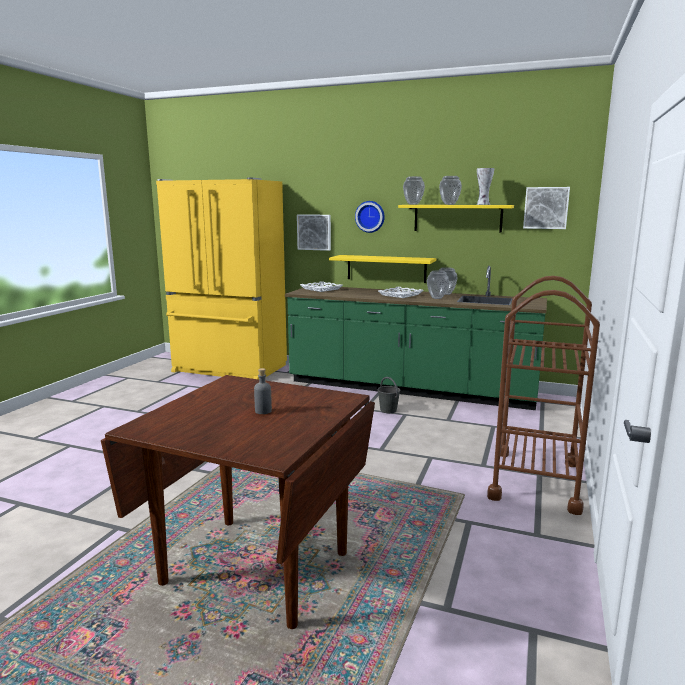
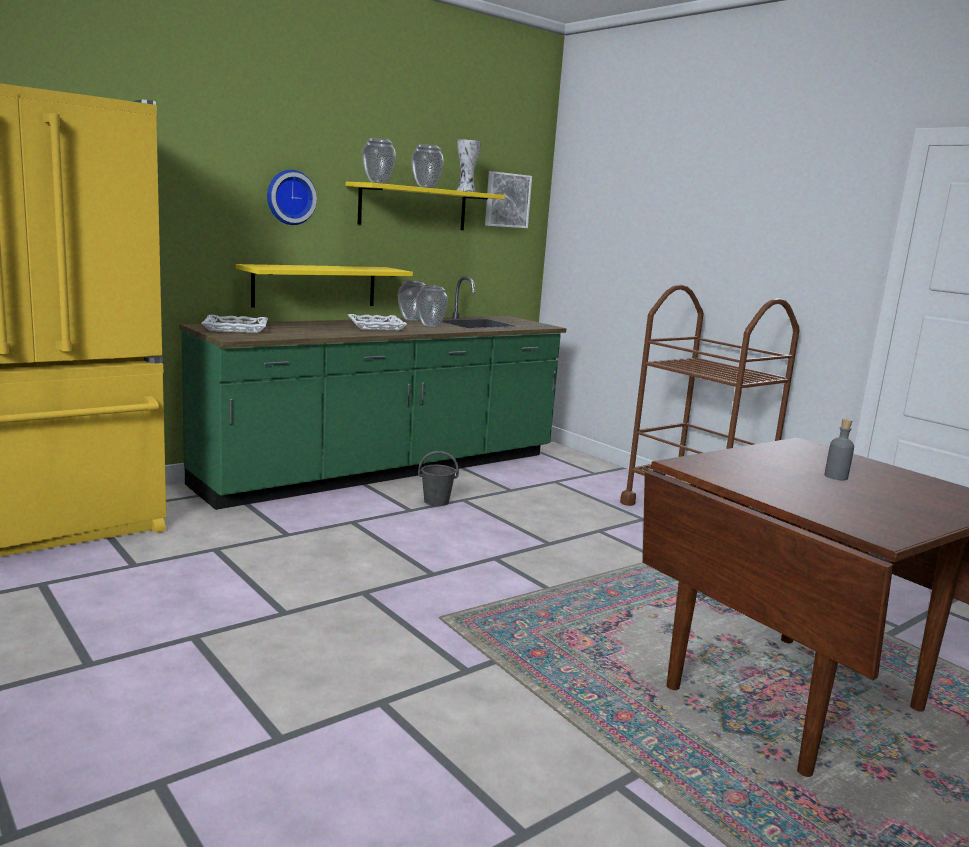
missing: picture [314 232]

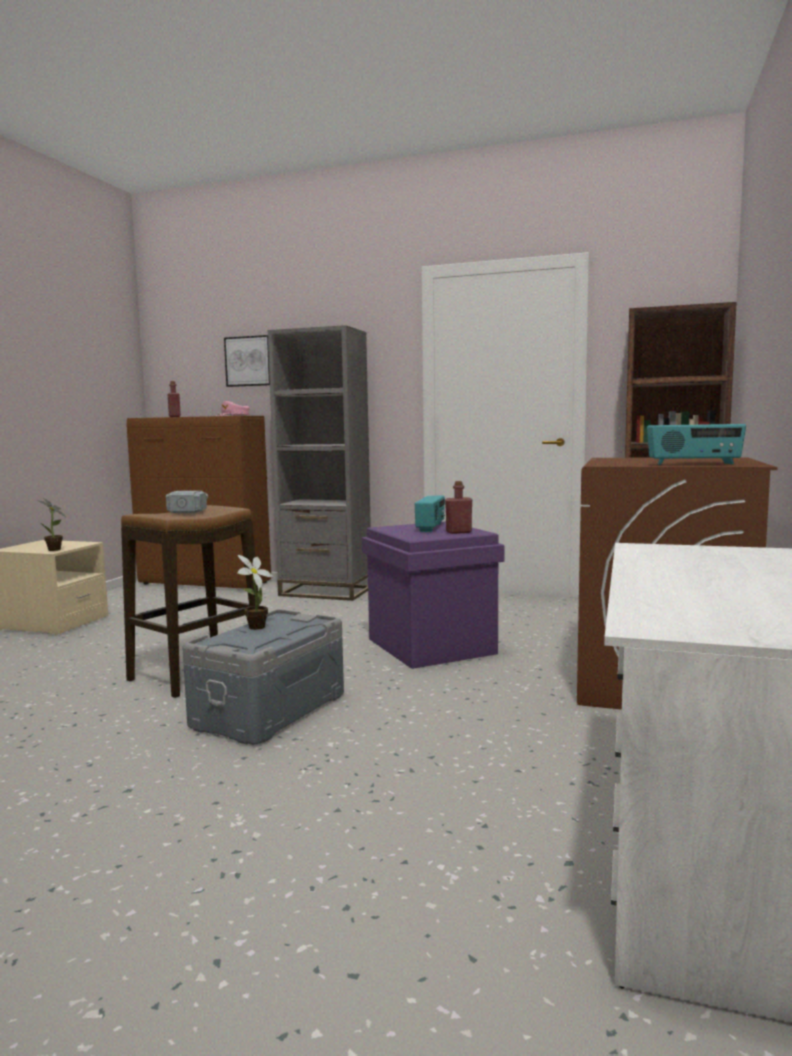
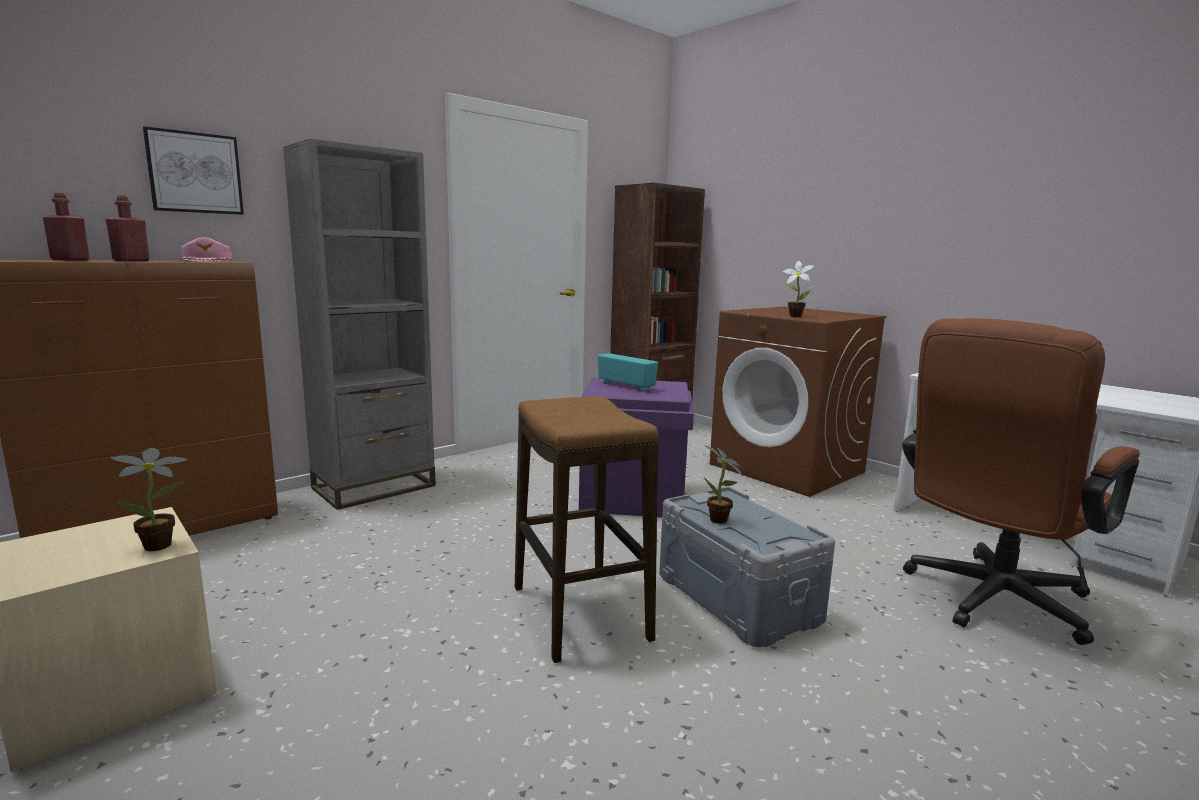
missing: hammer [194 509]; radio [694 464]
appeared: potted plant [793 316]; brown office chair [989 602]
relocated: red bottle [458 532] to [131 261]

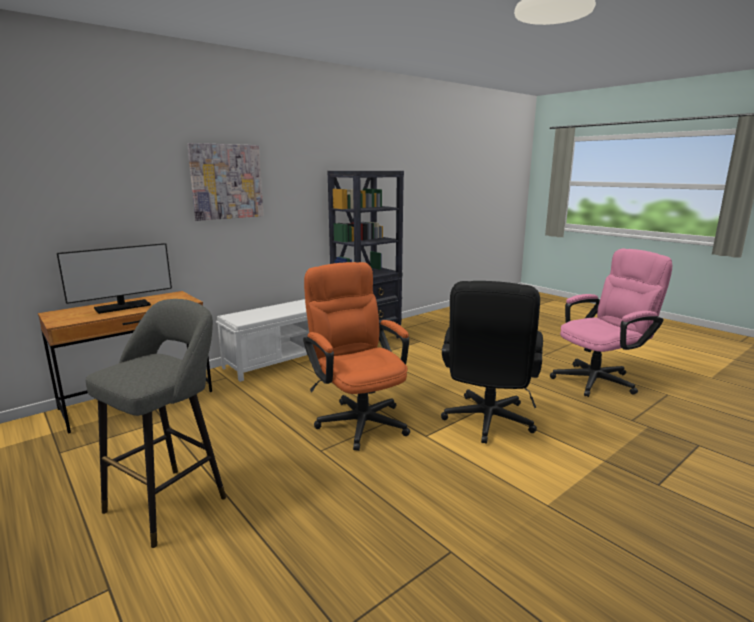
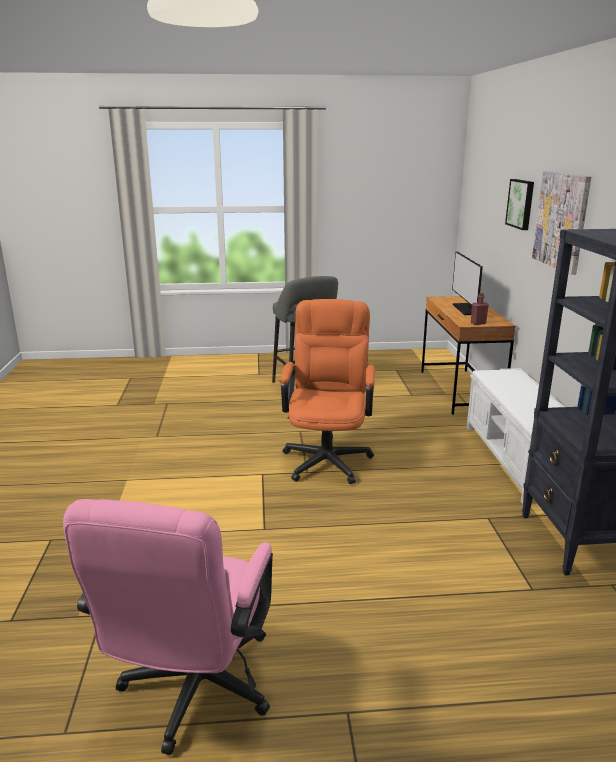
missing: black office chair [487 423]
appeared: red bottle [478 323]; picture [521 204]
spun: orange office chair [358 419] = [328 457] 90 degrees counterclockwise

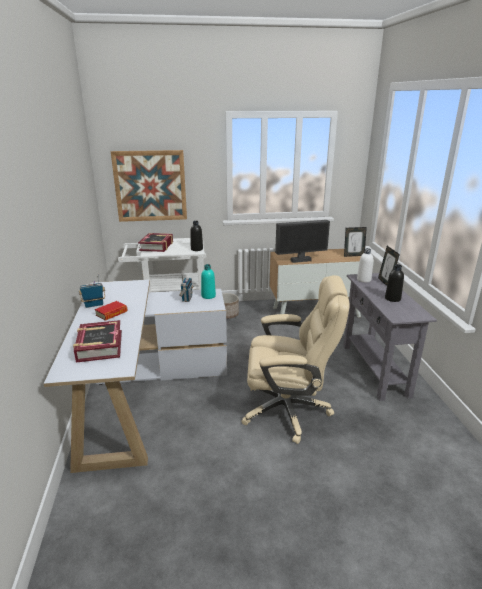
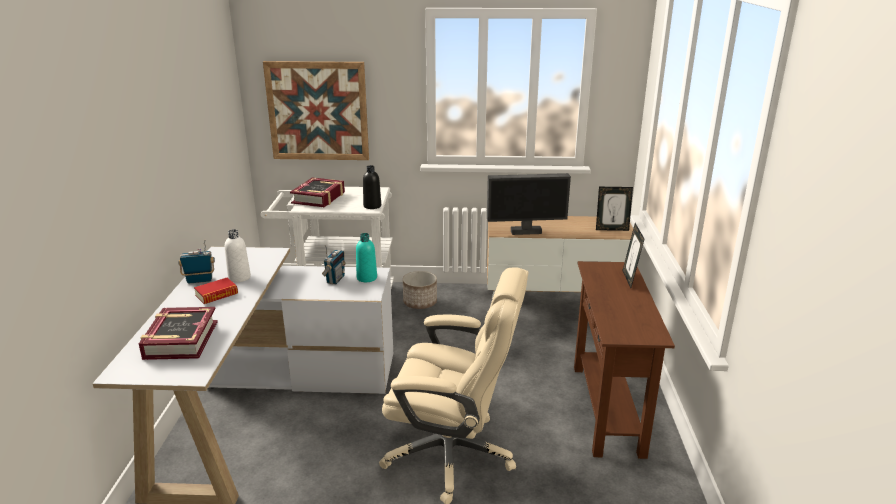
missing: black bottle [392 298]
relocated: white bottle [363 280] to [239 277]
colour: grey console table [374 369] to brown console table [607 409]

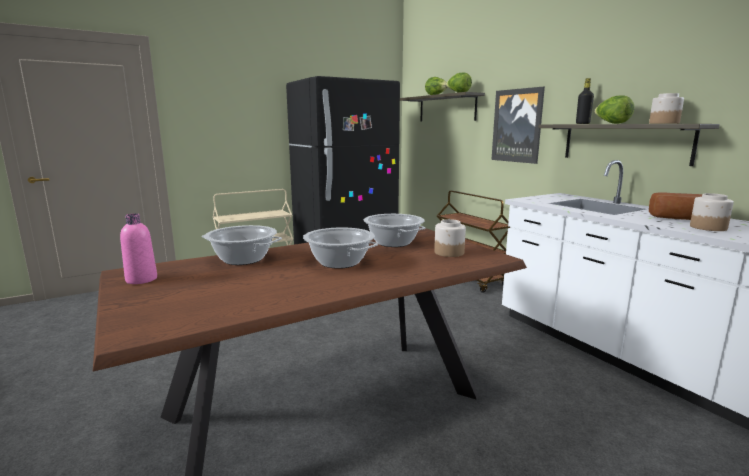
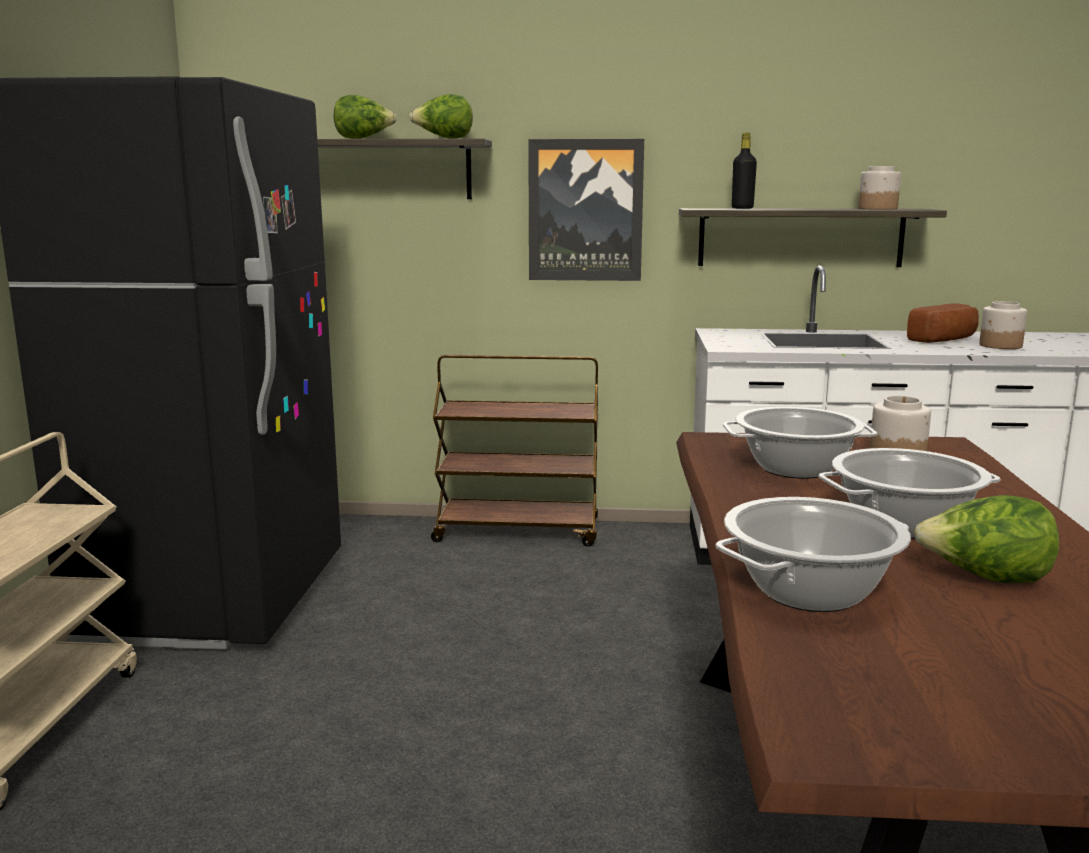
missing: pink bottle [141 279]
relocated: lettuce [611 123] to [985 579]

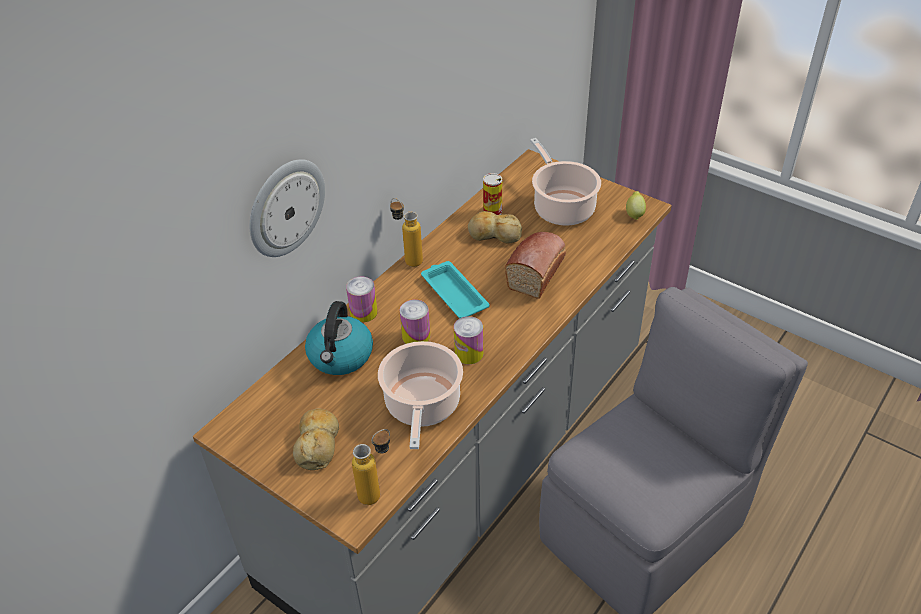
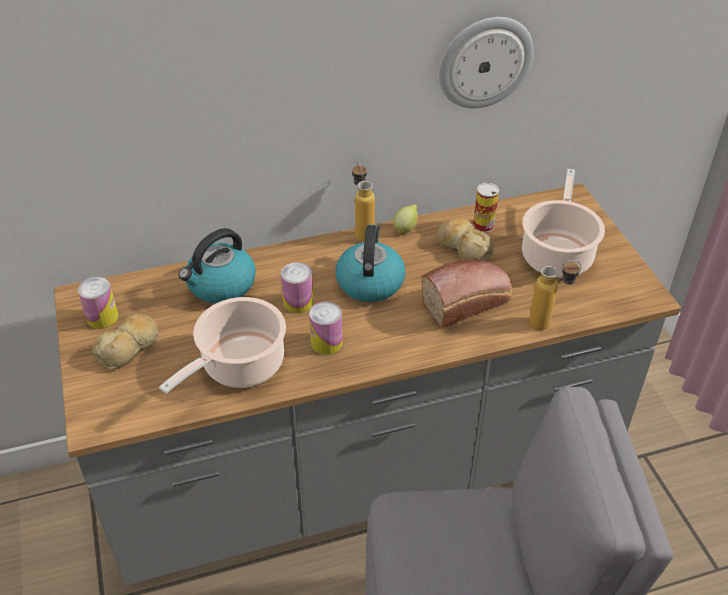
relocated: wall clock [285 207] to [484 62]; can [363 312] to [102 317]; bottle [377 492] to [548 324]; lemon [634 214] to [406 228]
exchanged: turquoise tray [453 293] to kettle [370 282]

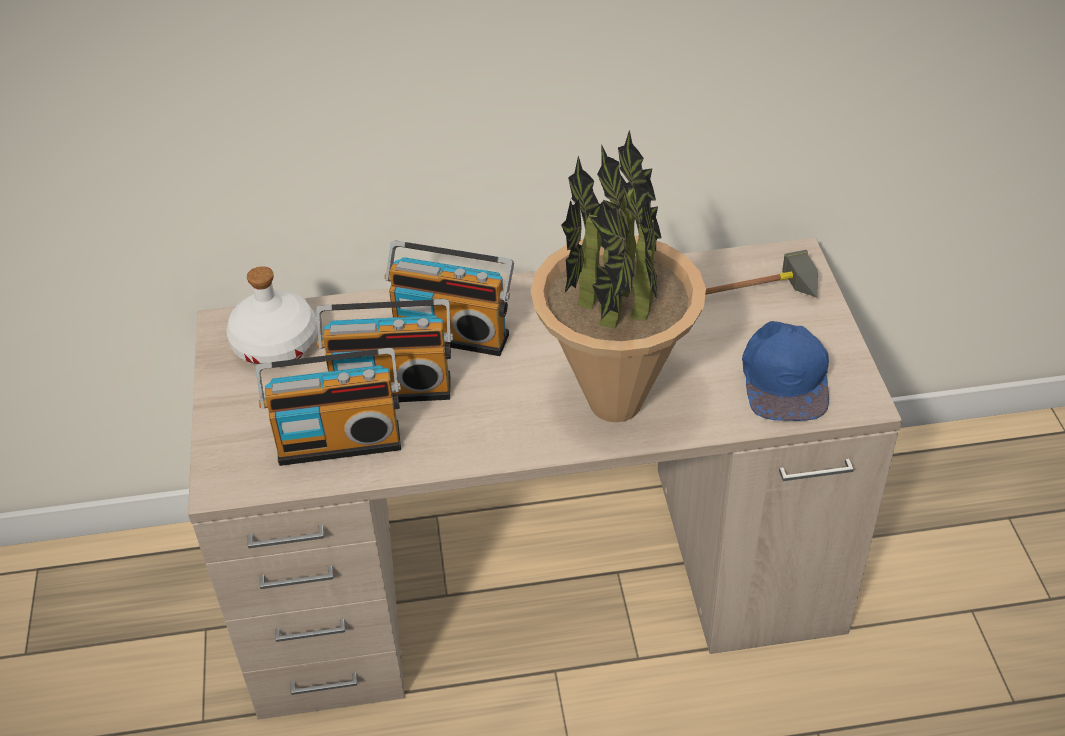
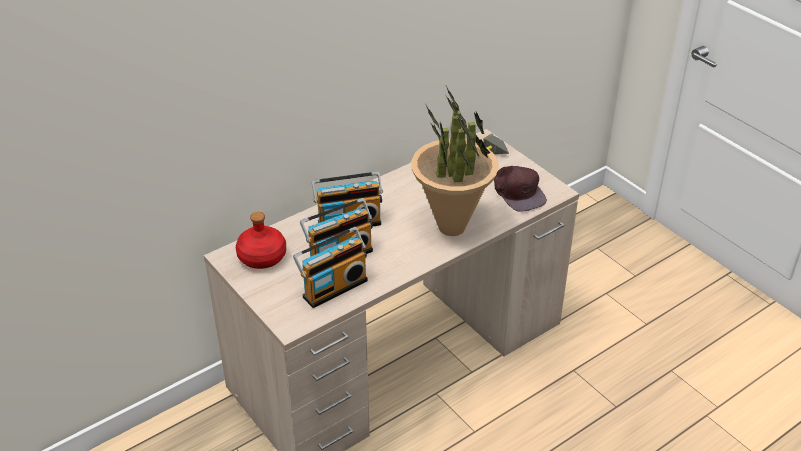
colour: white bottle [276 345] to red bottle [262 257]; blue cap [786 377] to brown cap [518 192]

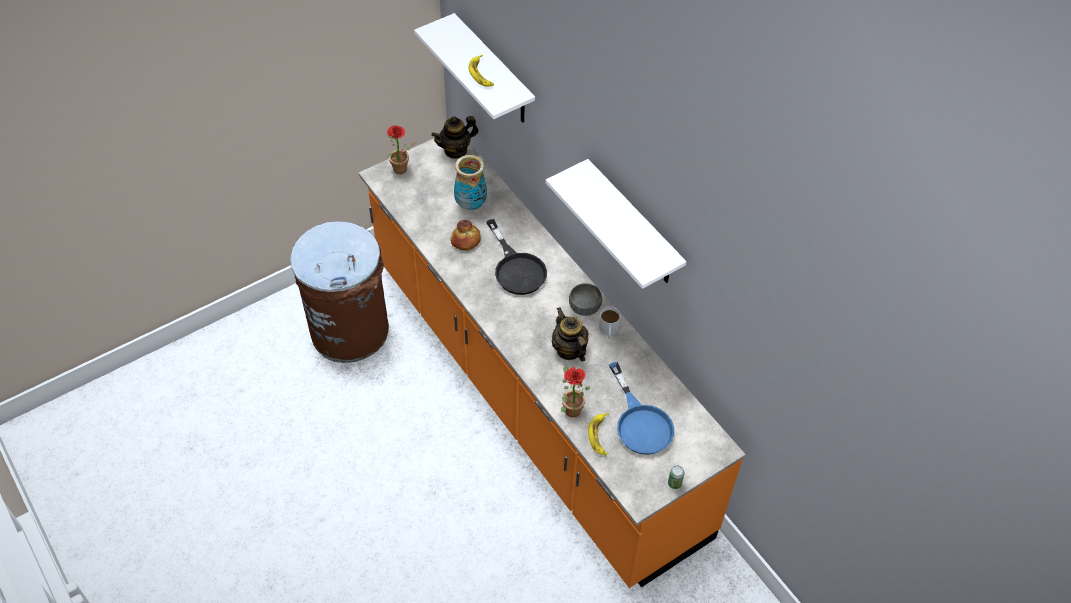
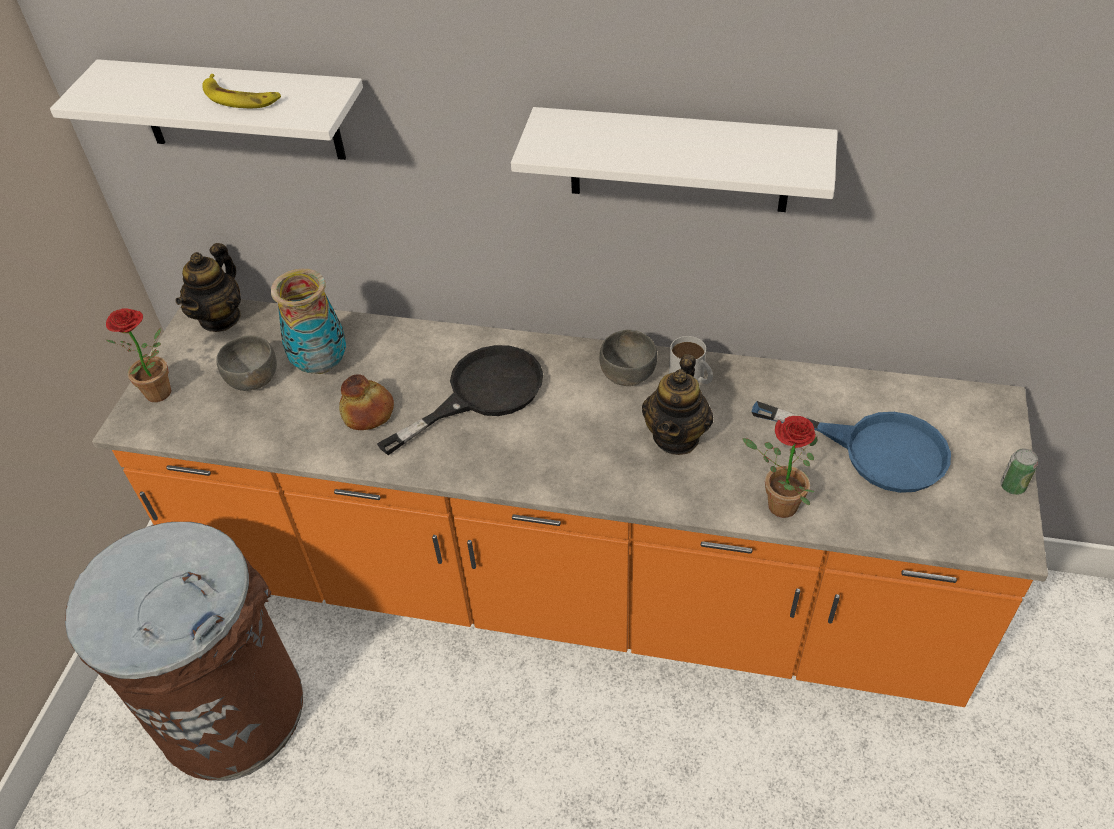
missing: banana [600 436]
appeared: grey bowl [253 379]
spun: black frying pan [516 268] = [481 394] 60 degrees counterclockwise; teapot [569 349] = [676 437] 90 degrees counterclockwise

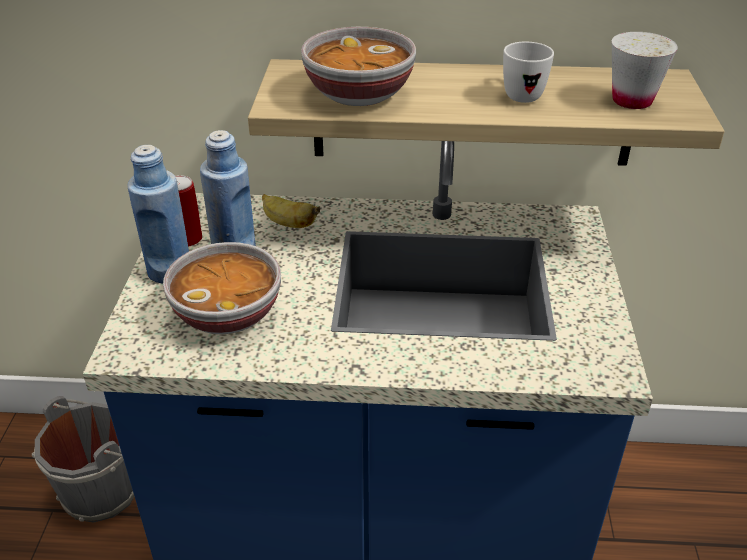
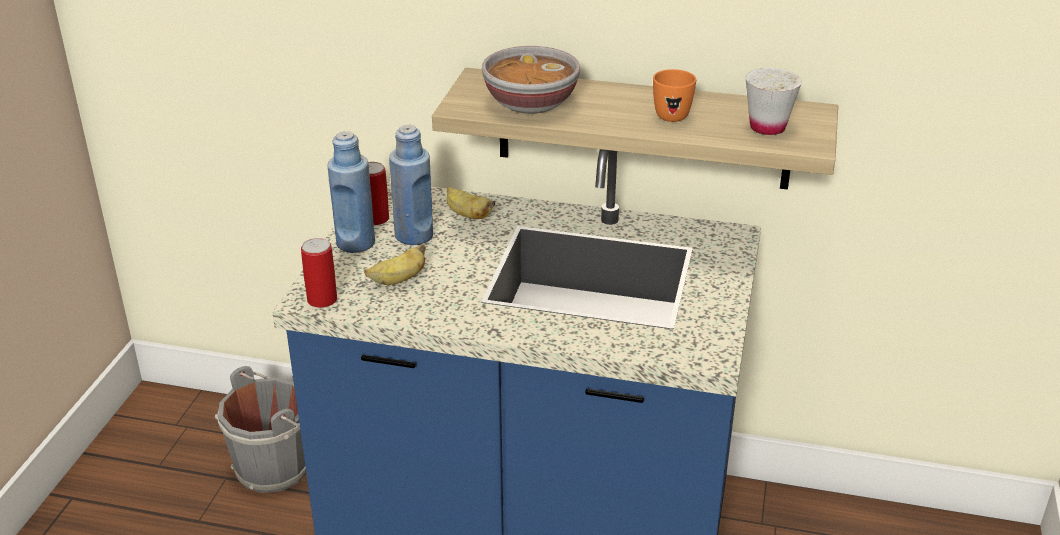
appeared: can [322 300]
exchanged: bowl [228 313] to banana [398 280]
colour: white mug [521 93] to orange mug [672 114]

